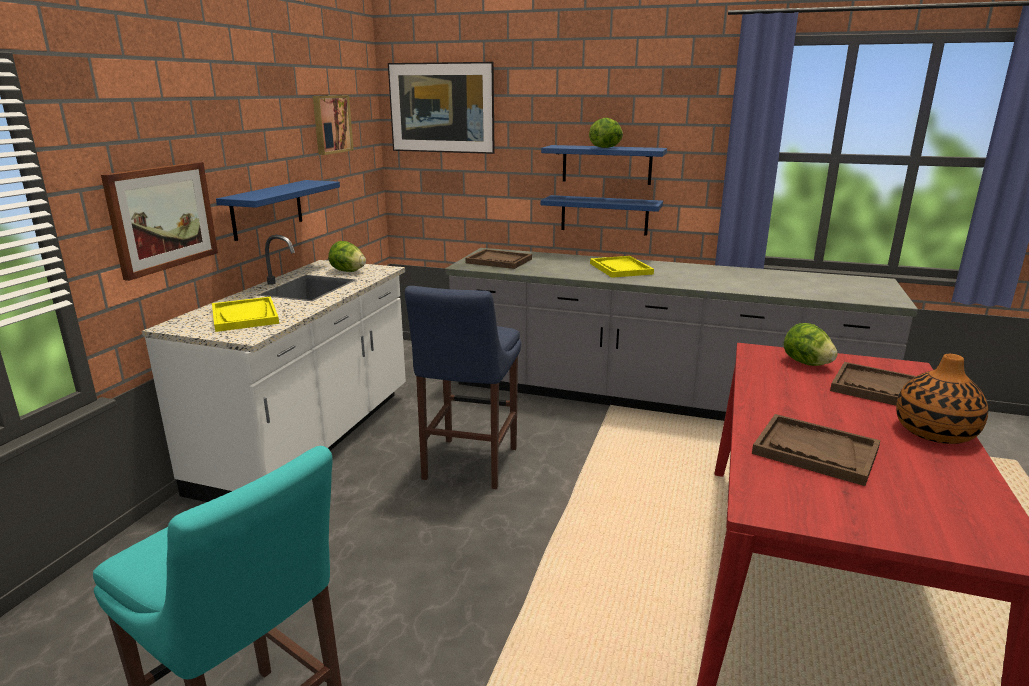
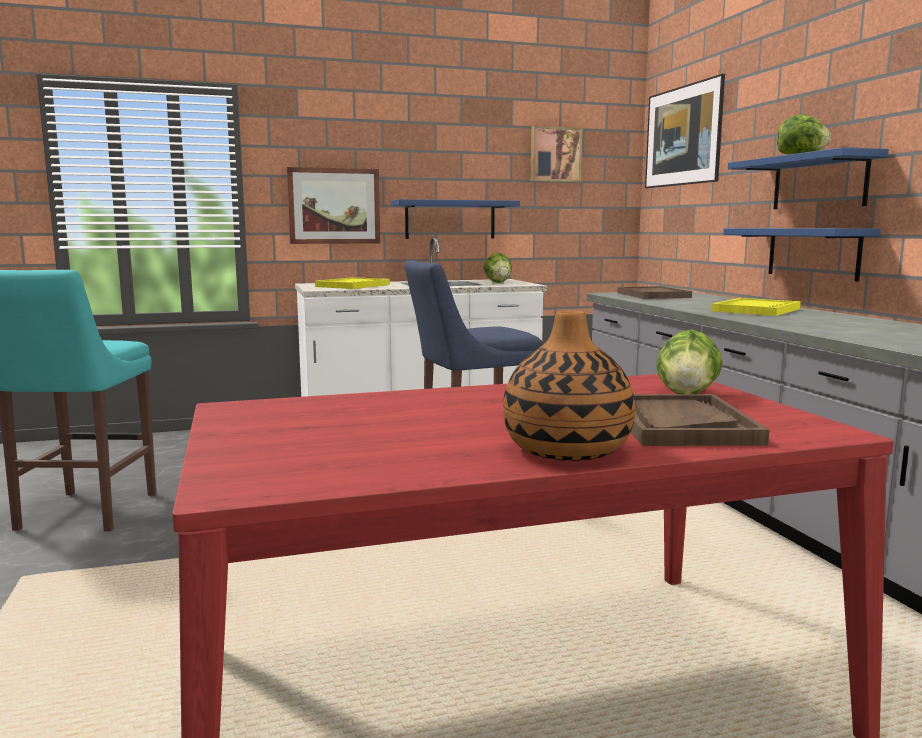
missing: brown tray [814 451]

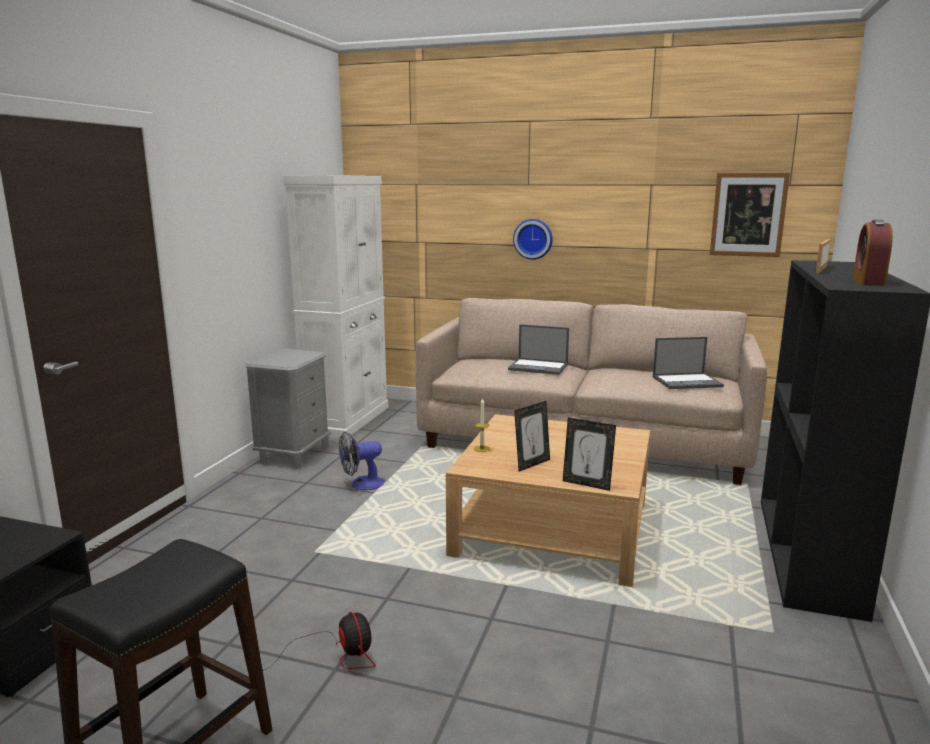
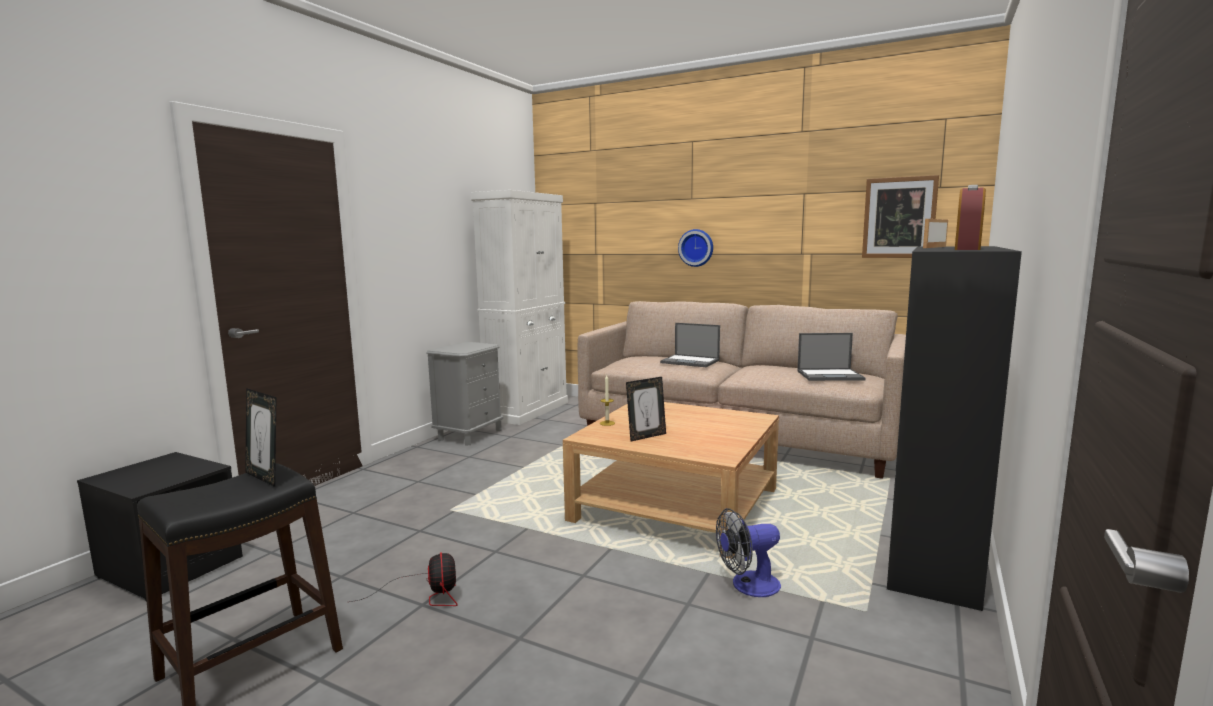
relocated: fan [361 484] to [748 586]; picture frame [587 484] to [265 477]

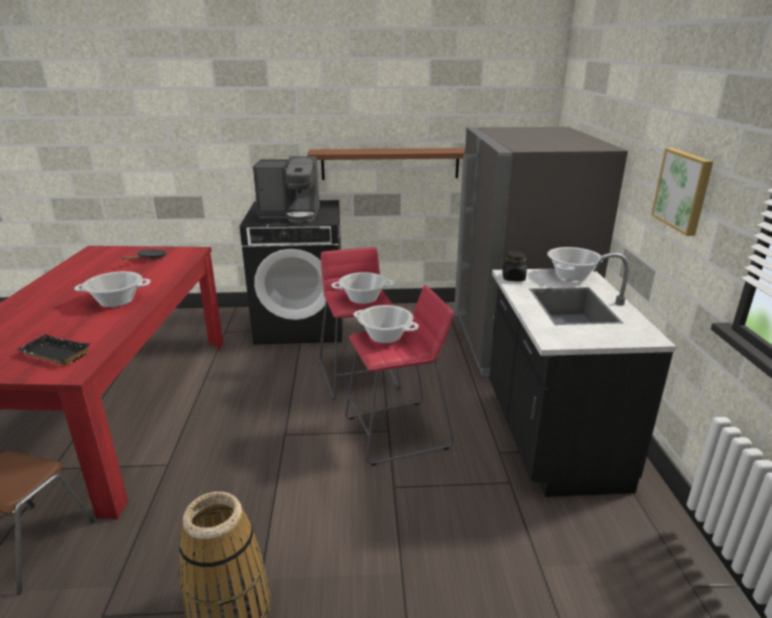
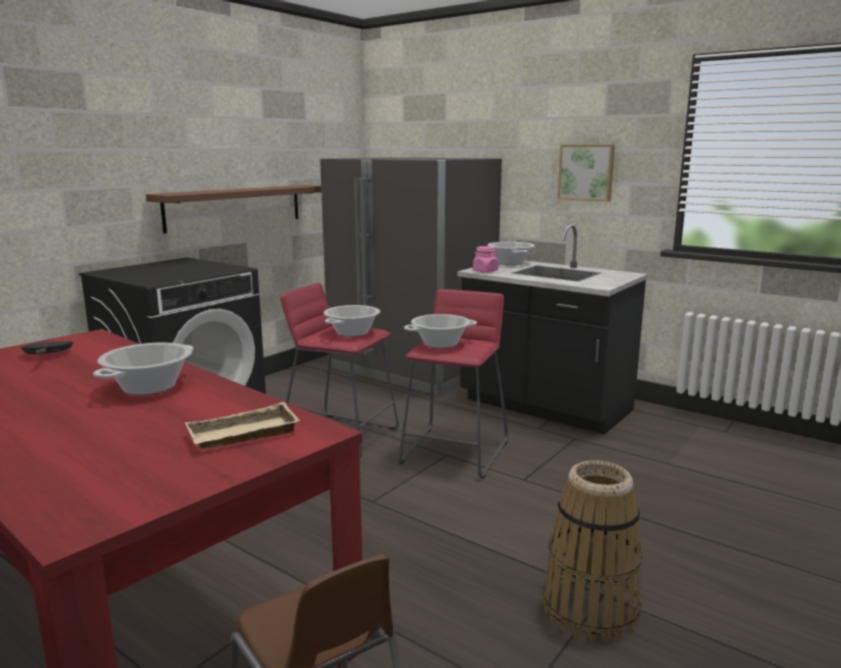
missing: coffee machine [291 215]
colour: black tray [53 355] to beige tray [242 435]; black jar [513 278] to pink jar [485 271]

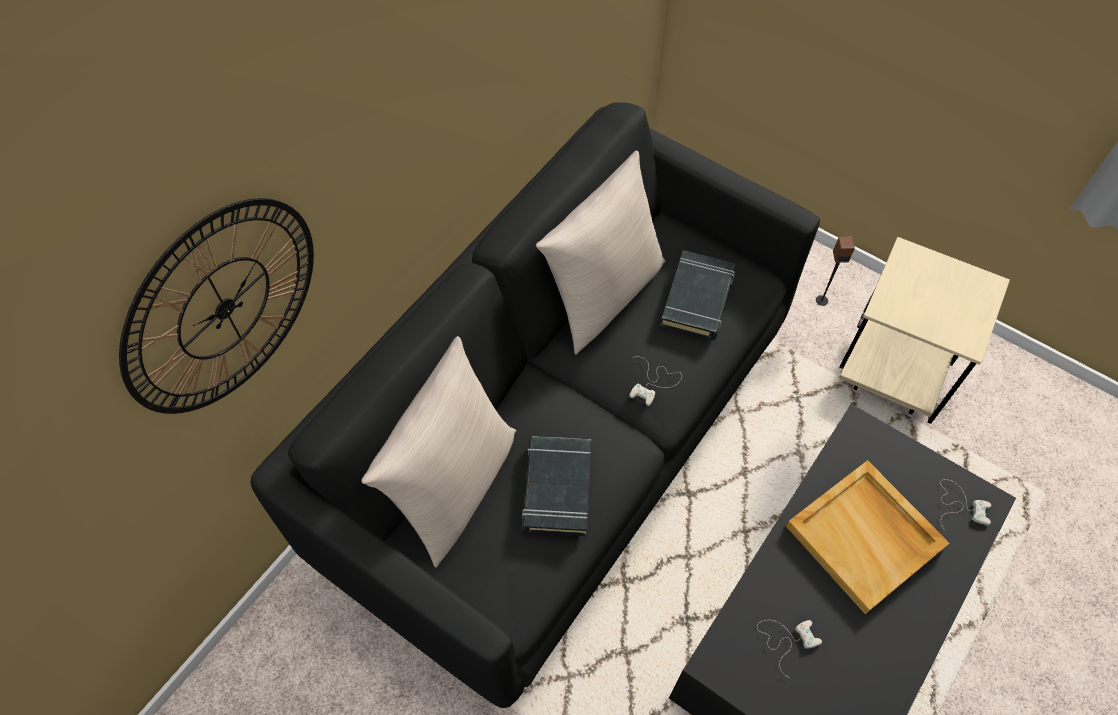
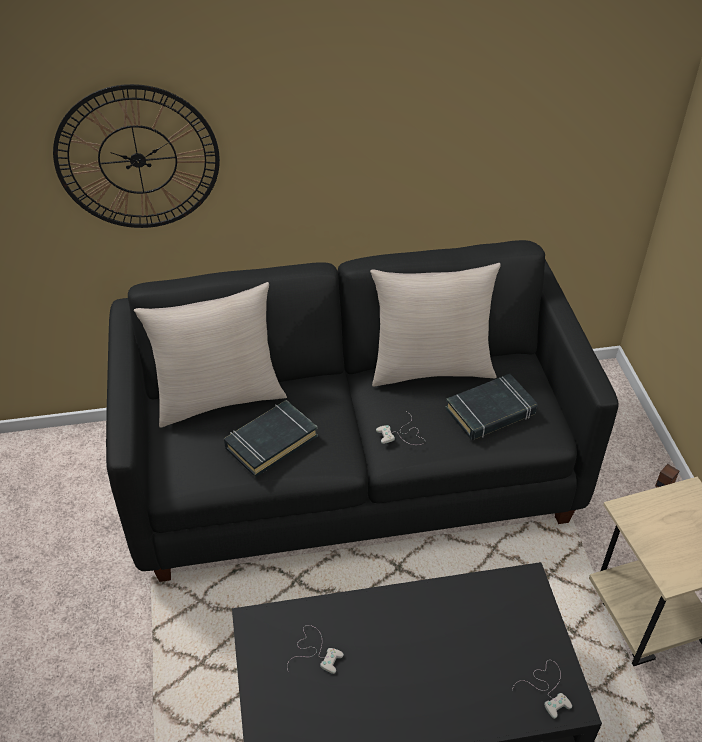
missing: beige tray [866 537]

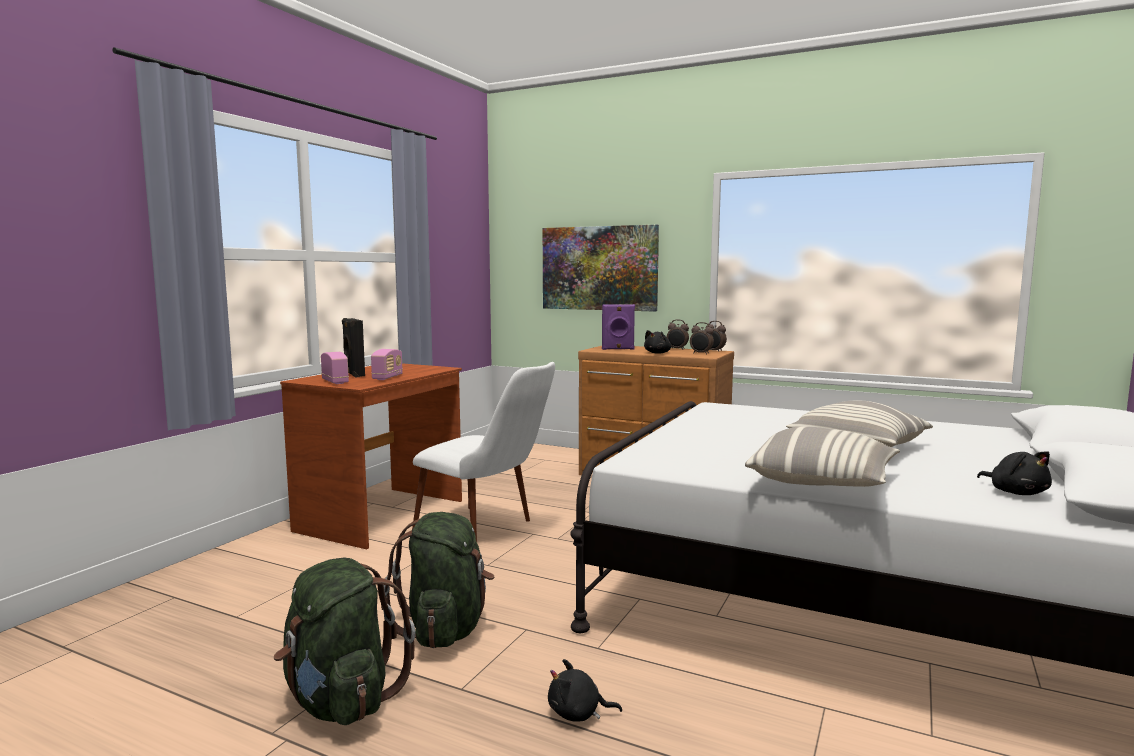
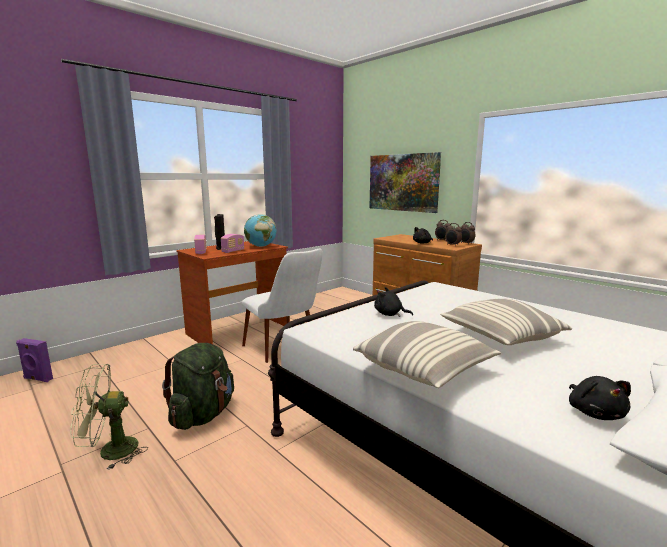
appeared: globe [261 246]
relocated: black plush toy [578 713] to [390 314]; purple speaker [618 349] to [37 379]
exchanged: green backpack [341 701] to green fan [109 452]

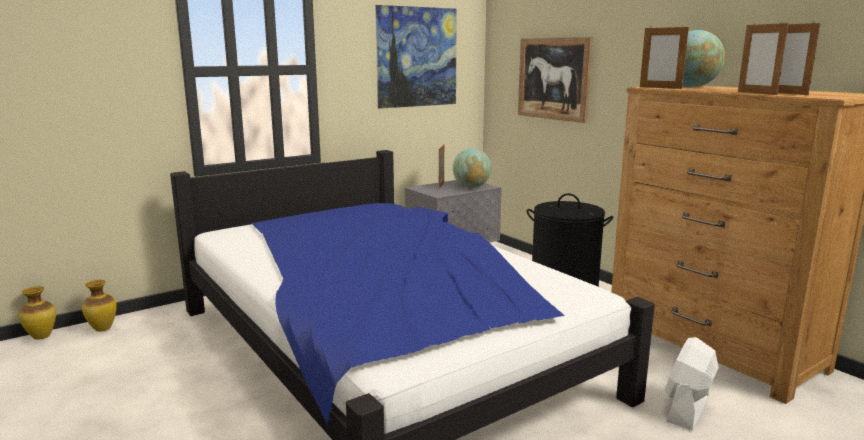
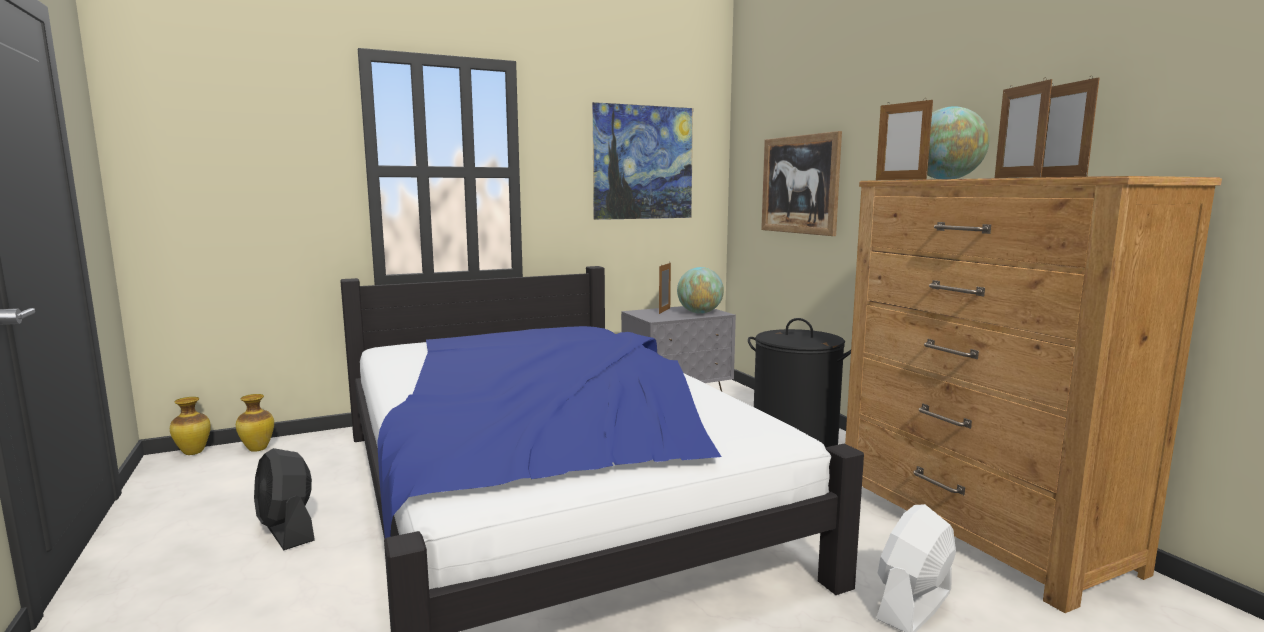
appeared: black fan [287 530]

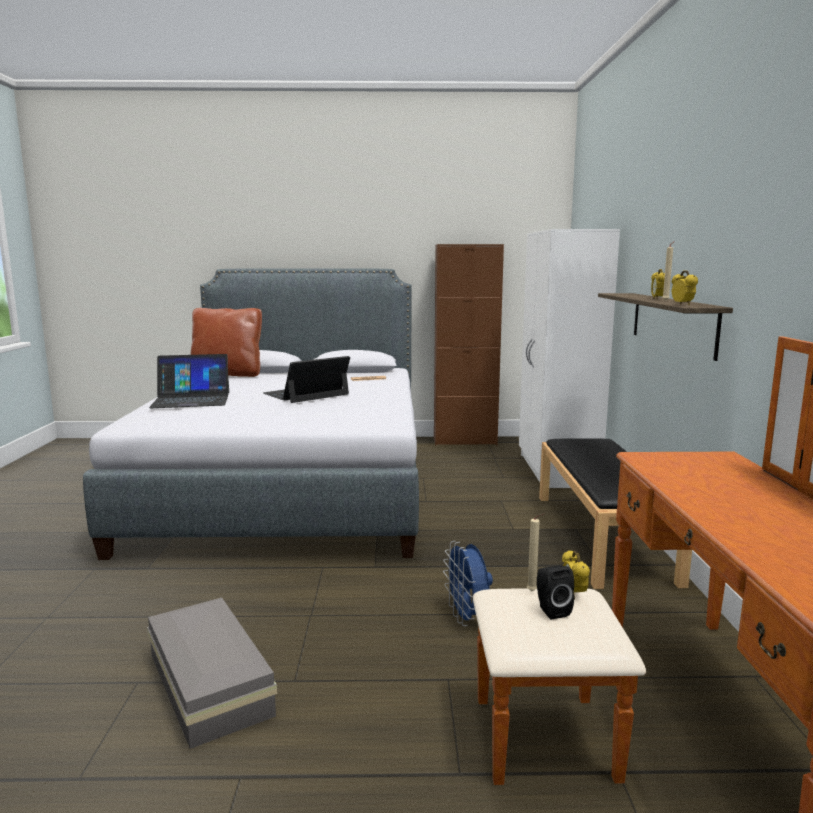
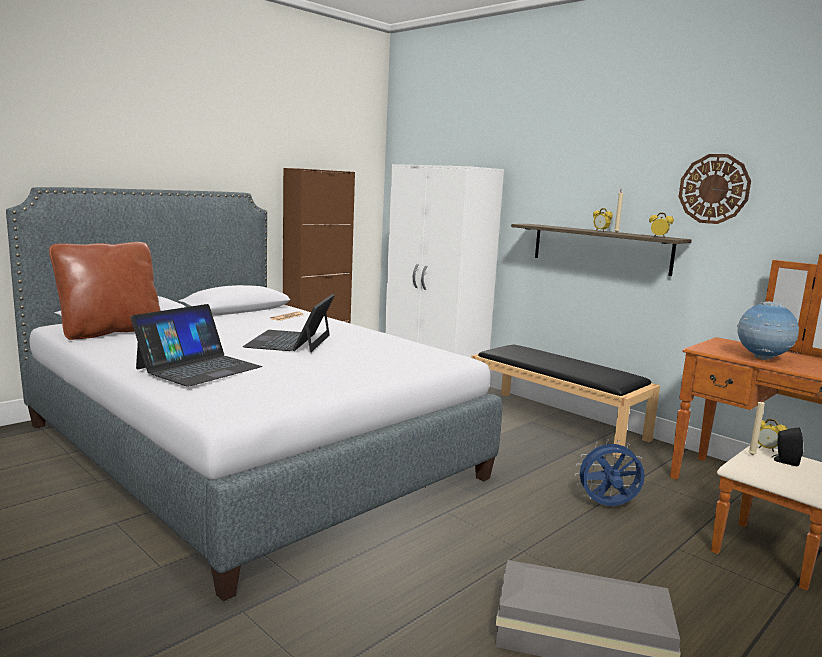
appeared: wall clock [714 189]; globe [762 359]
spun: blue fan [467 618] = [607 506] 150 degrees clockwise

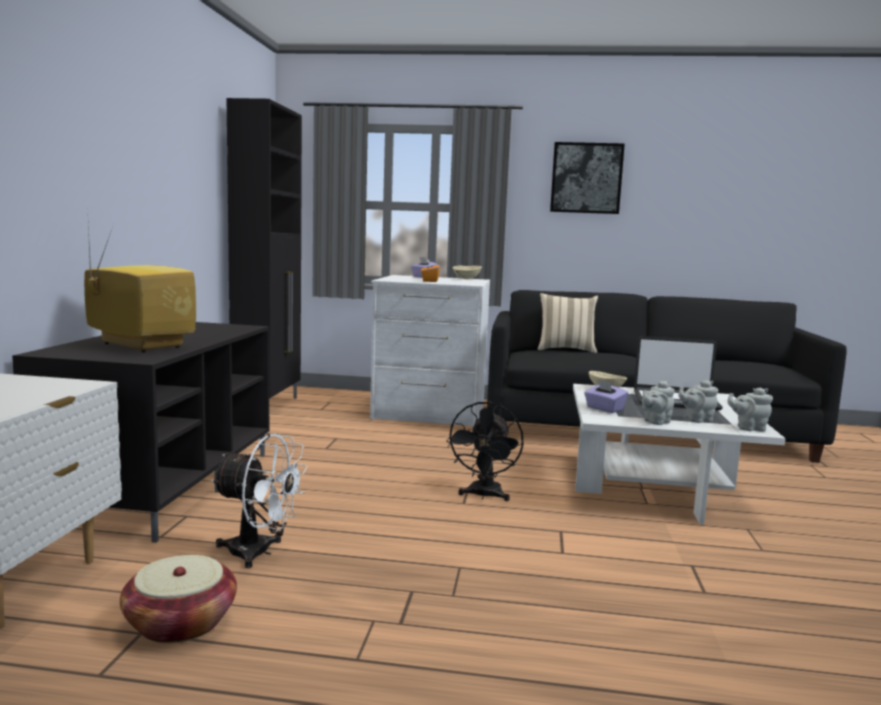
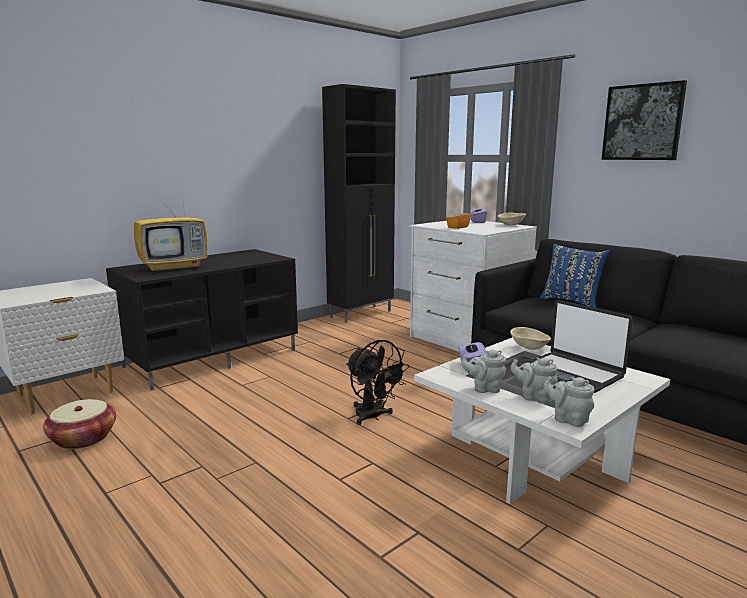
missing: white fan [259 553]
colour: beige pillow [566 350] to blue pillow [571 301]
spun: television [138 345] = [175 267] 75 degrees clockwise; black fan [484 496] = [373 417] 90 degrees counterclockwise

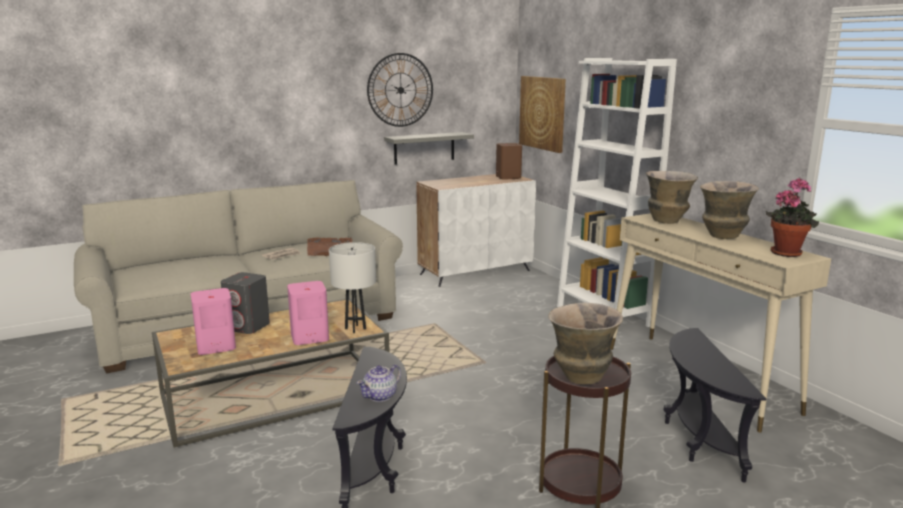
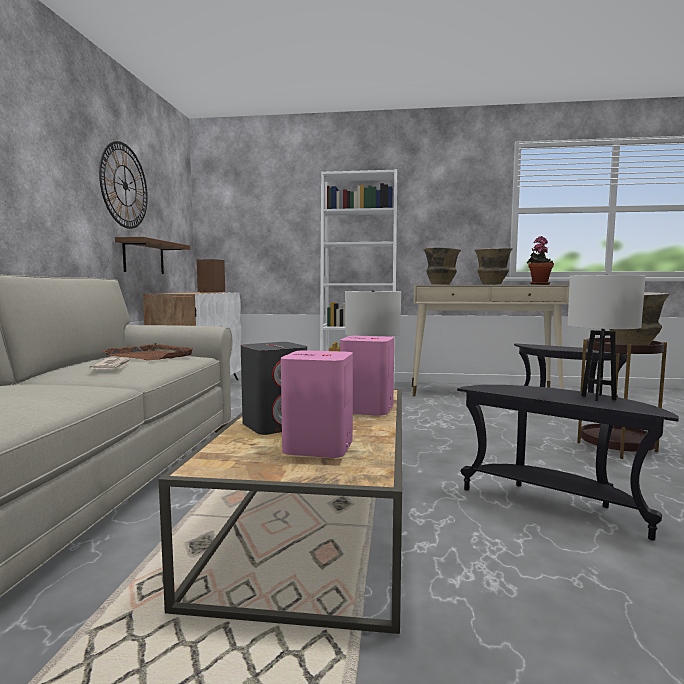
missing: picture [542 113]
exchanged: teapot [380 396] to white table lamp [598 397]
colour: grey shelf [424 148] to brown shelf [144 257]

